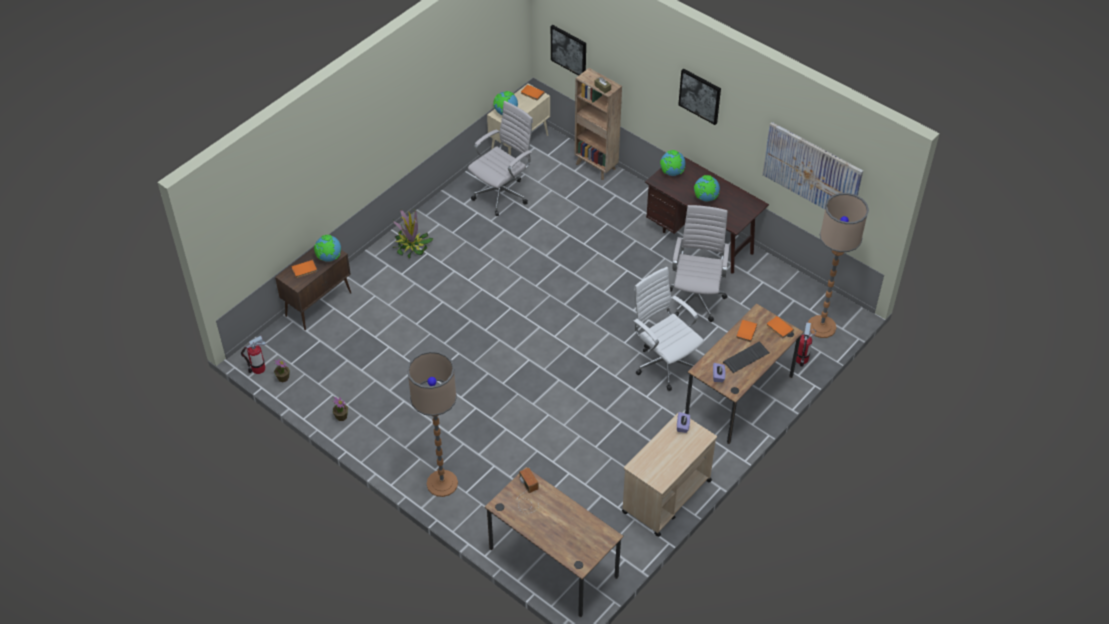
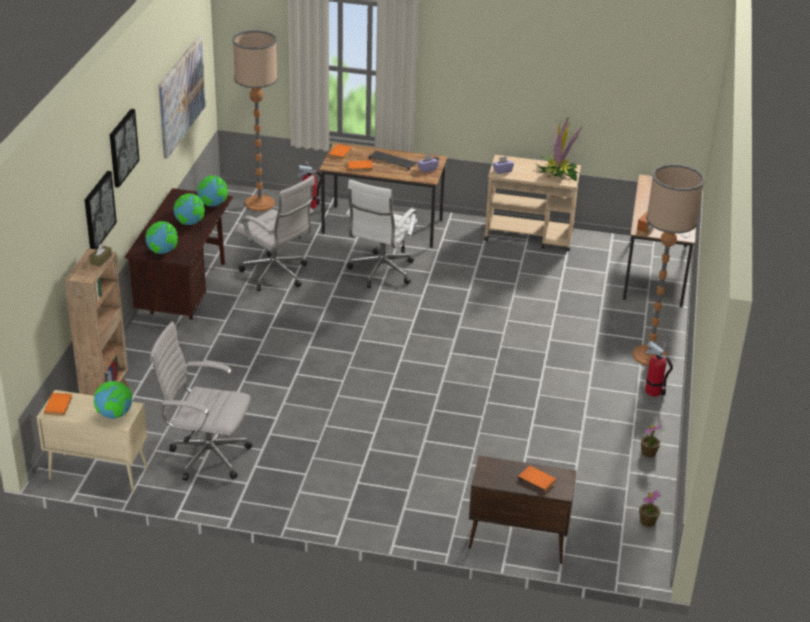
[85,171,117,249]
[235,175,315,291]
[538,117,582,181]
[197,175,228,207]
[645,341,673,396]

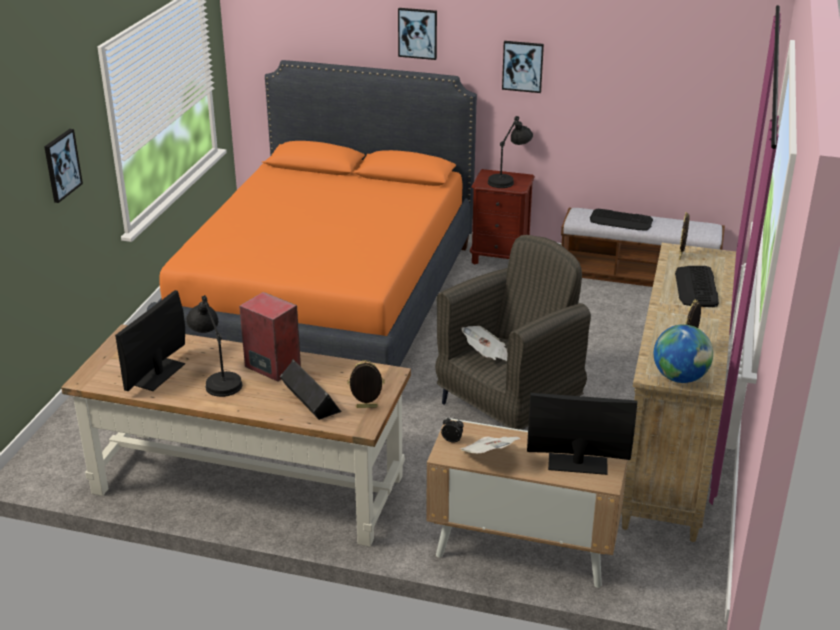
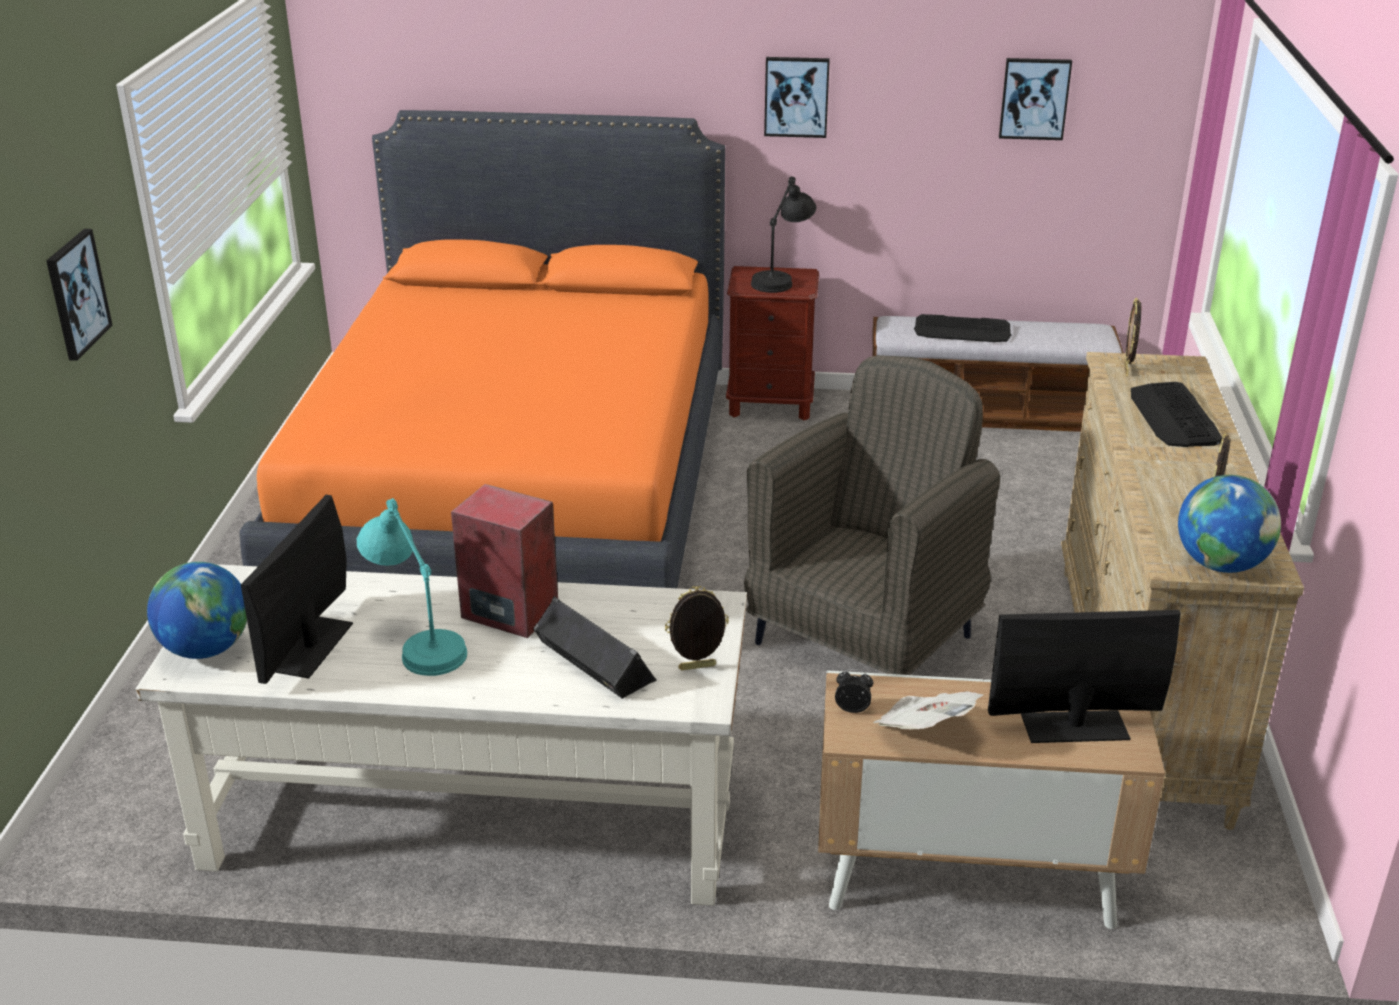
[999,58,1072,140]
[357,498,467,676]
[136,564,747,906]
[461,326,508,361] (first image)
[147,562,247,659]

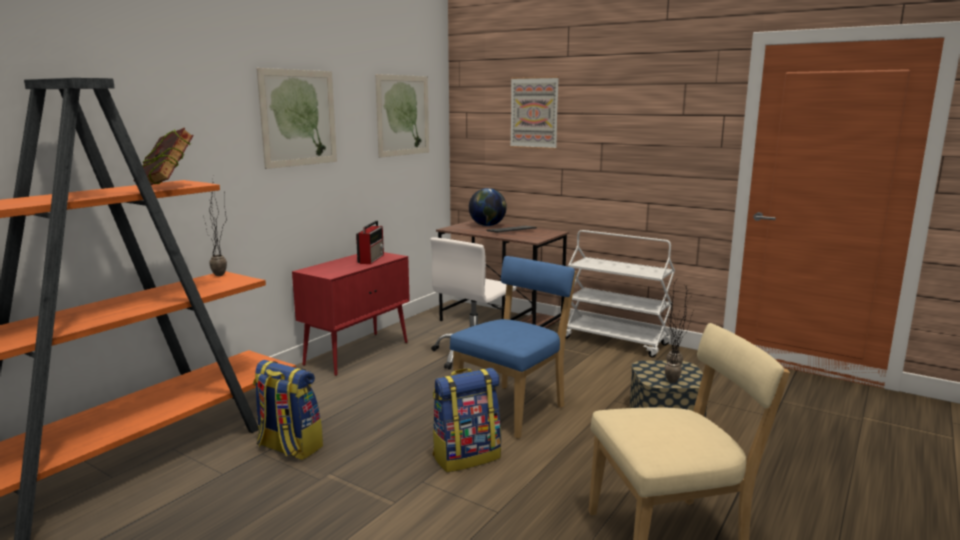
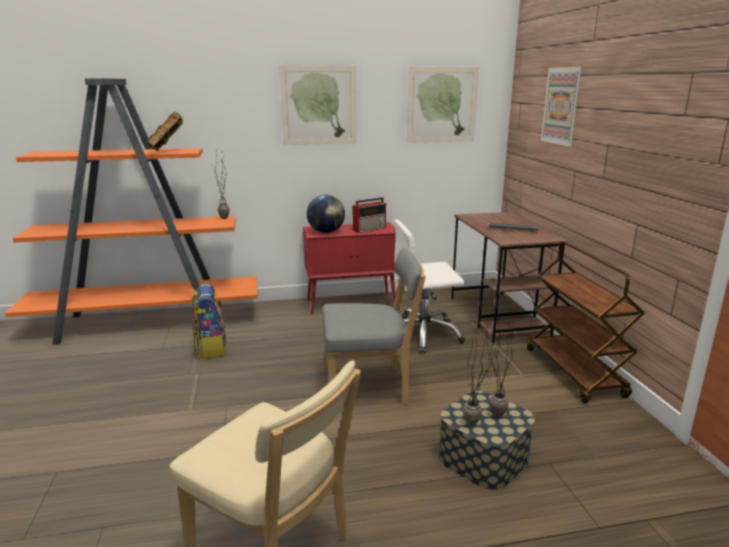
[307,195,345,233]
[527,241,645,403]
[322,248,426,405]
[433,368,501,472] (first image)

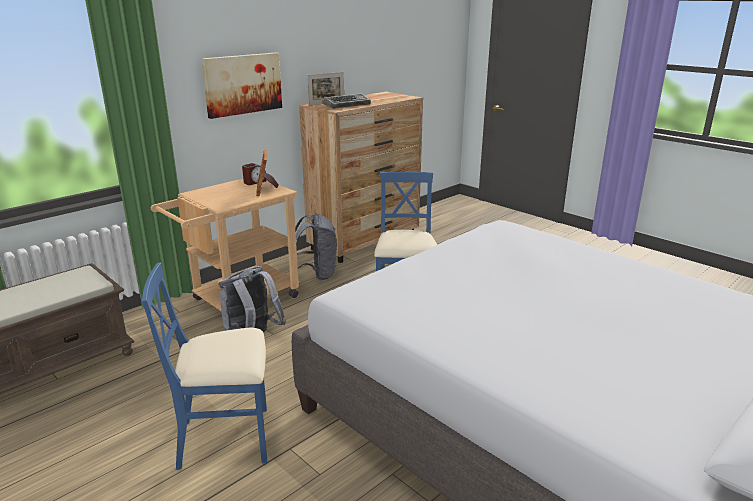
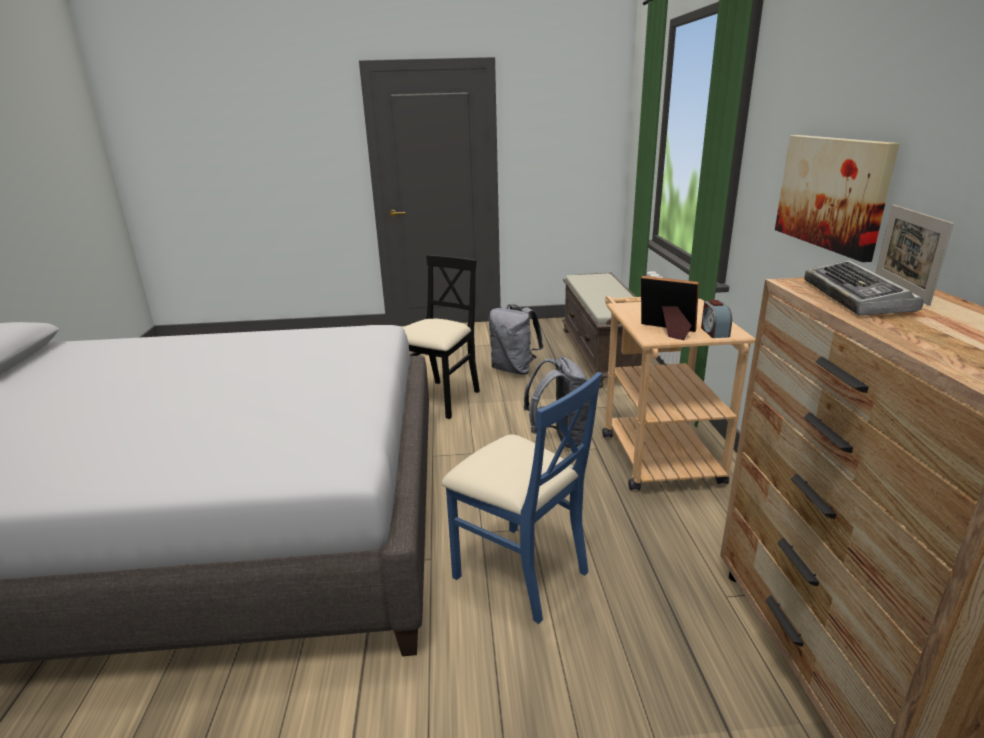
[489,304,543,375]
[402,255,480,419]

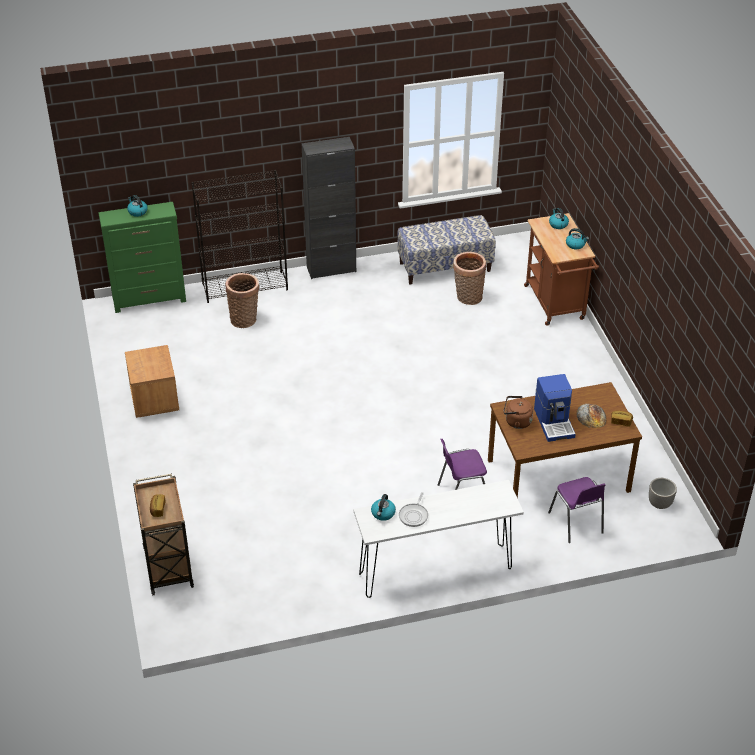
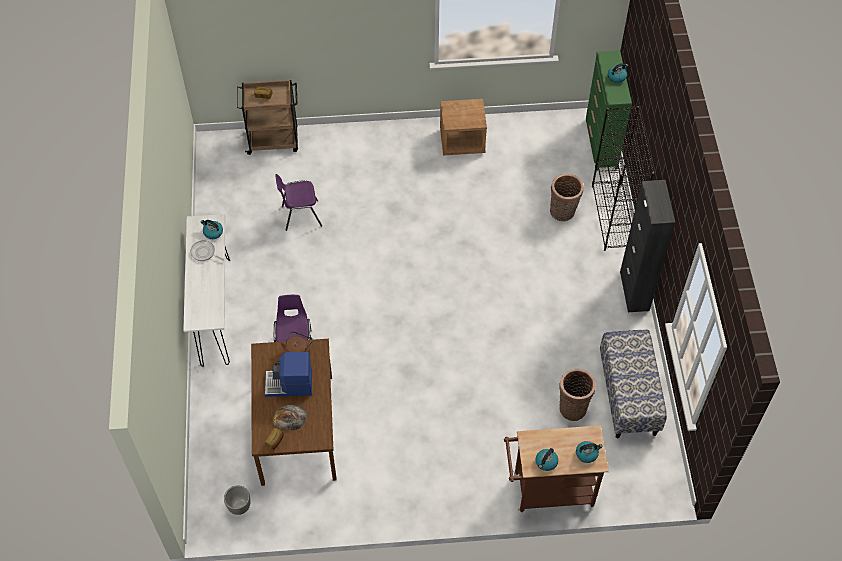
[275,174,322,231]

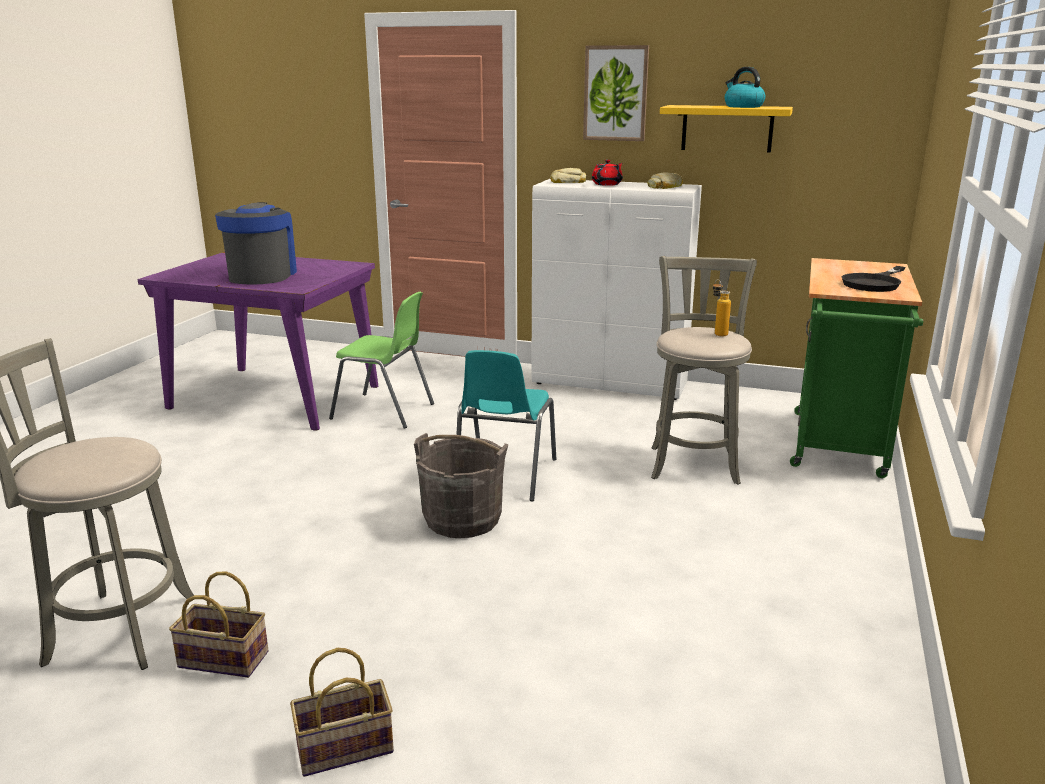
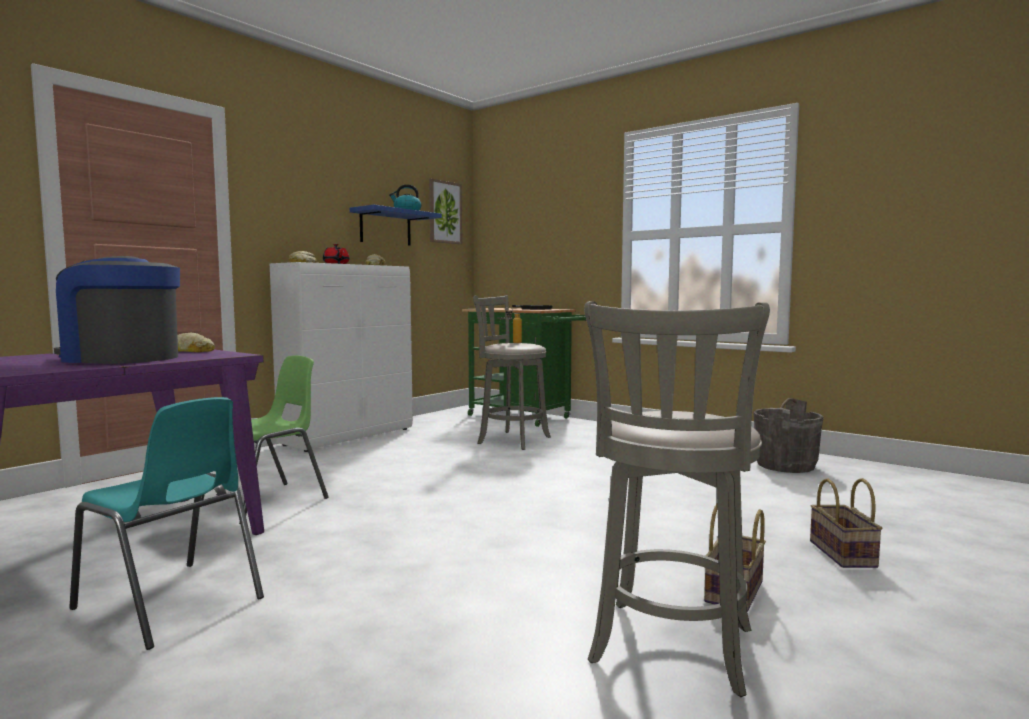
[429,179,462,244]
[350,205,442,246]
[69,397,264,650]
[753,398,824,473]
[177,333,215,352]

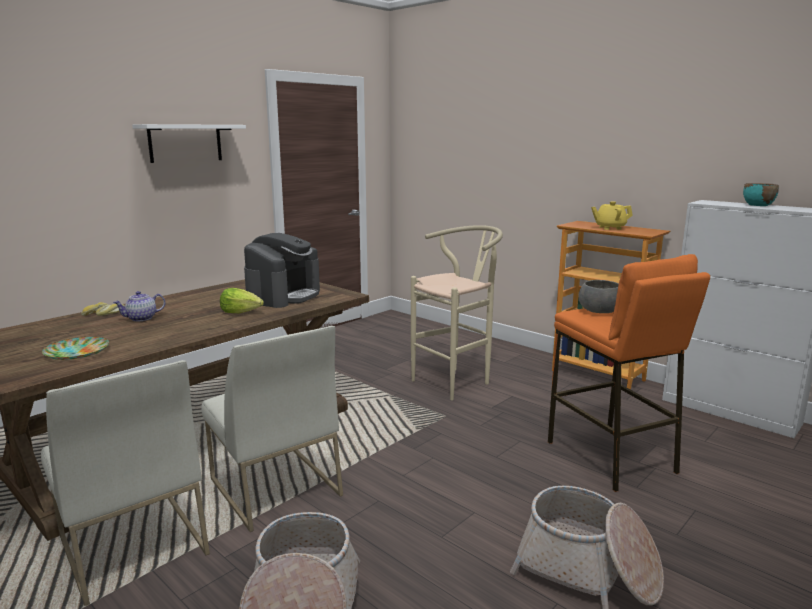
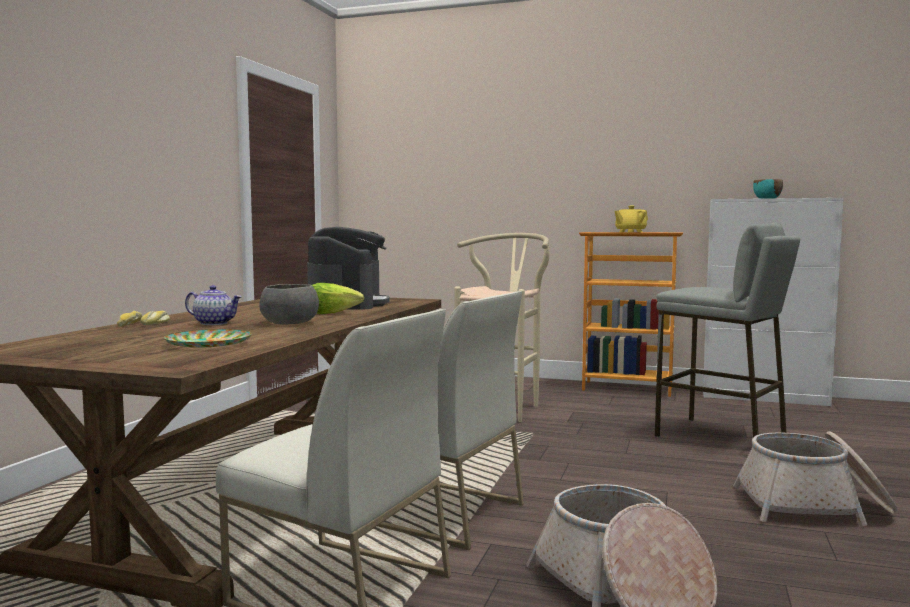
[132,124,246,163] (first image)
[655,222,800,437]
[259,284,319,325]
[185,285,242,325]

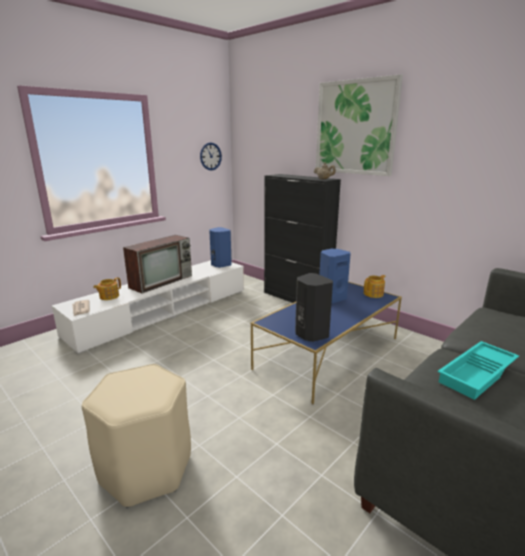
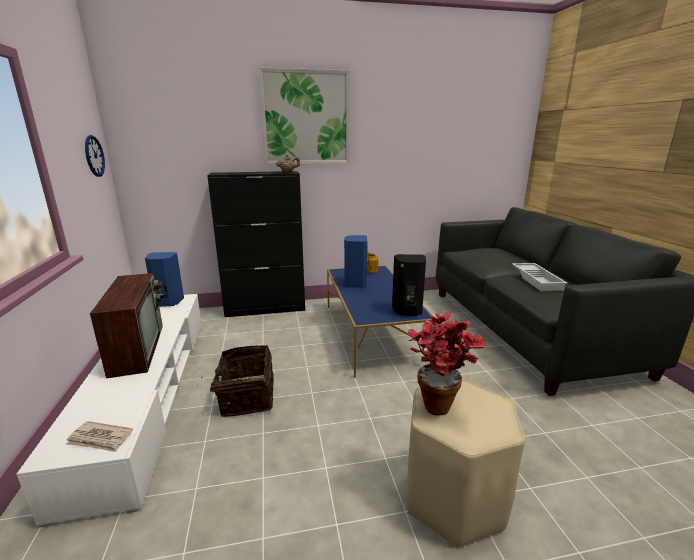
[93,277,121,300] (first image)
[512,263,568,291]
[408,312,485,415]
[197,345,274,417]

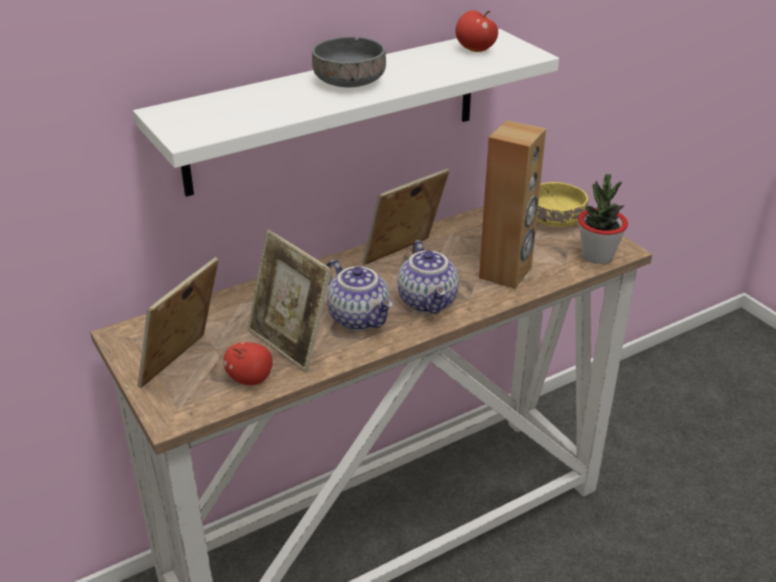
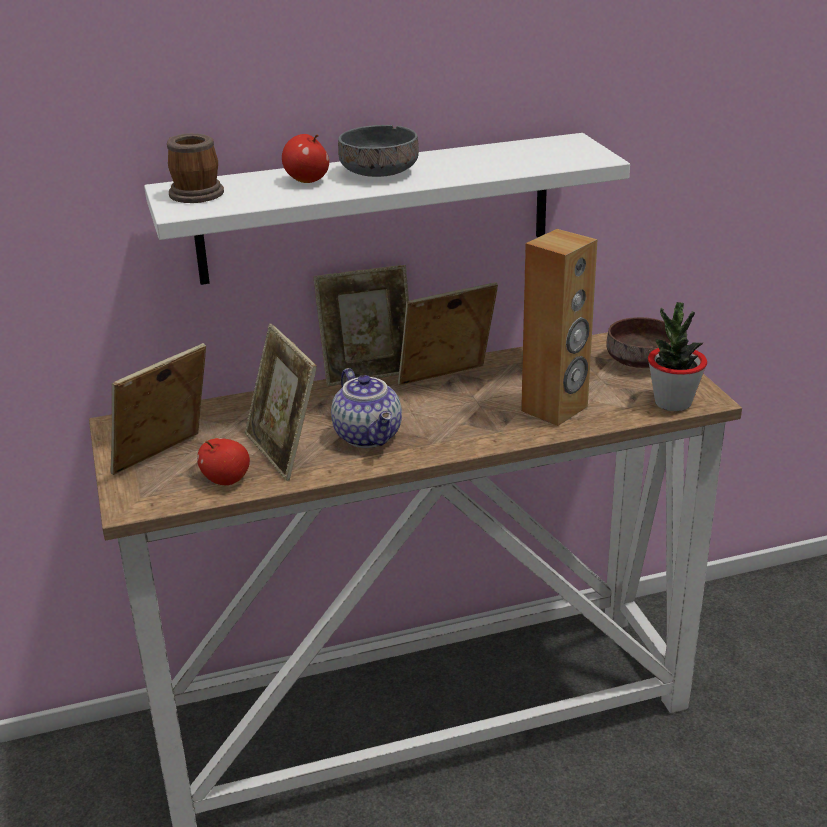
[282,134,329,183]
[606,317,671,368]
[397,240,459,314] (first image)
[167,133,224,203]
[313,265,409,387]

